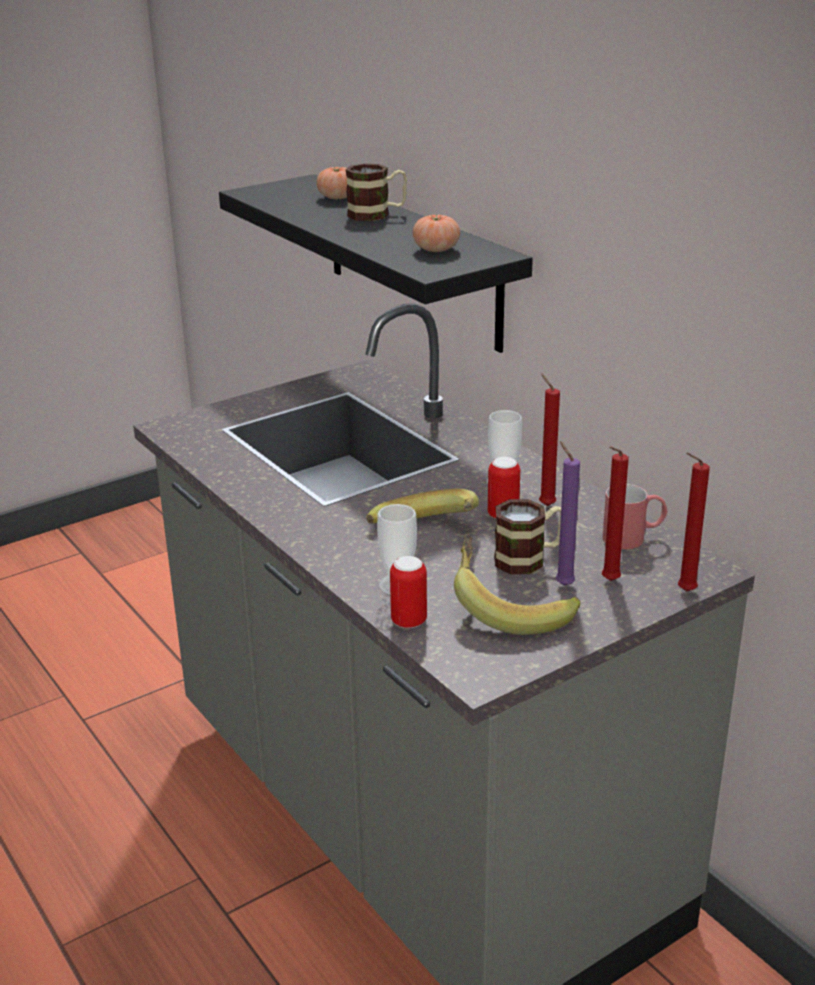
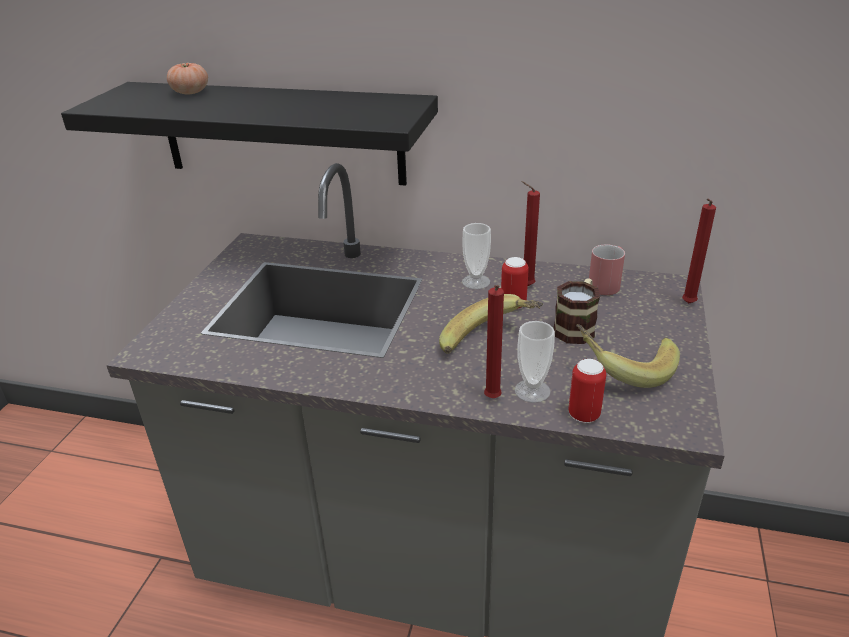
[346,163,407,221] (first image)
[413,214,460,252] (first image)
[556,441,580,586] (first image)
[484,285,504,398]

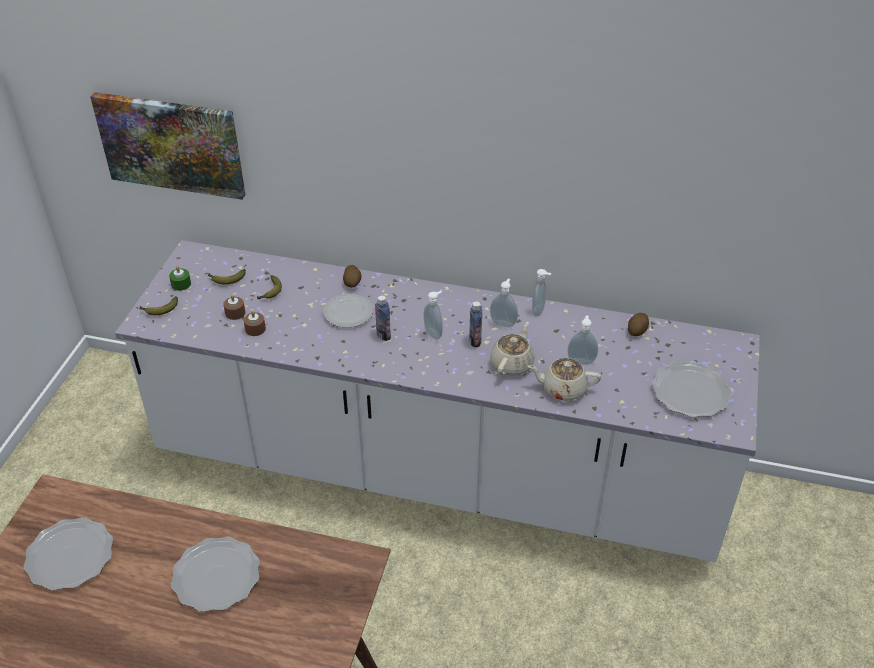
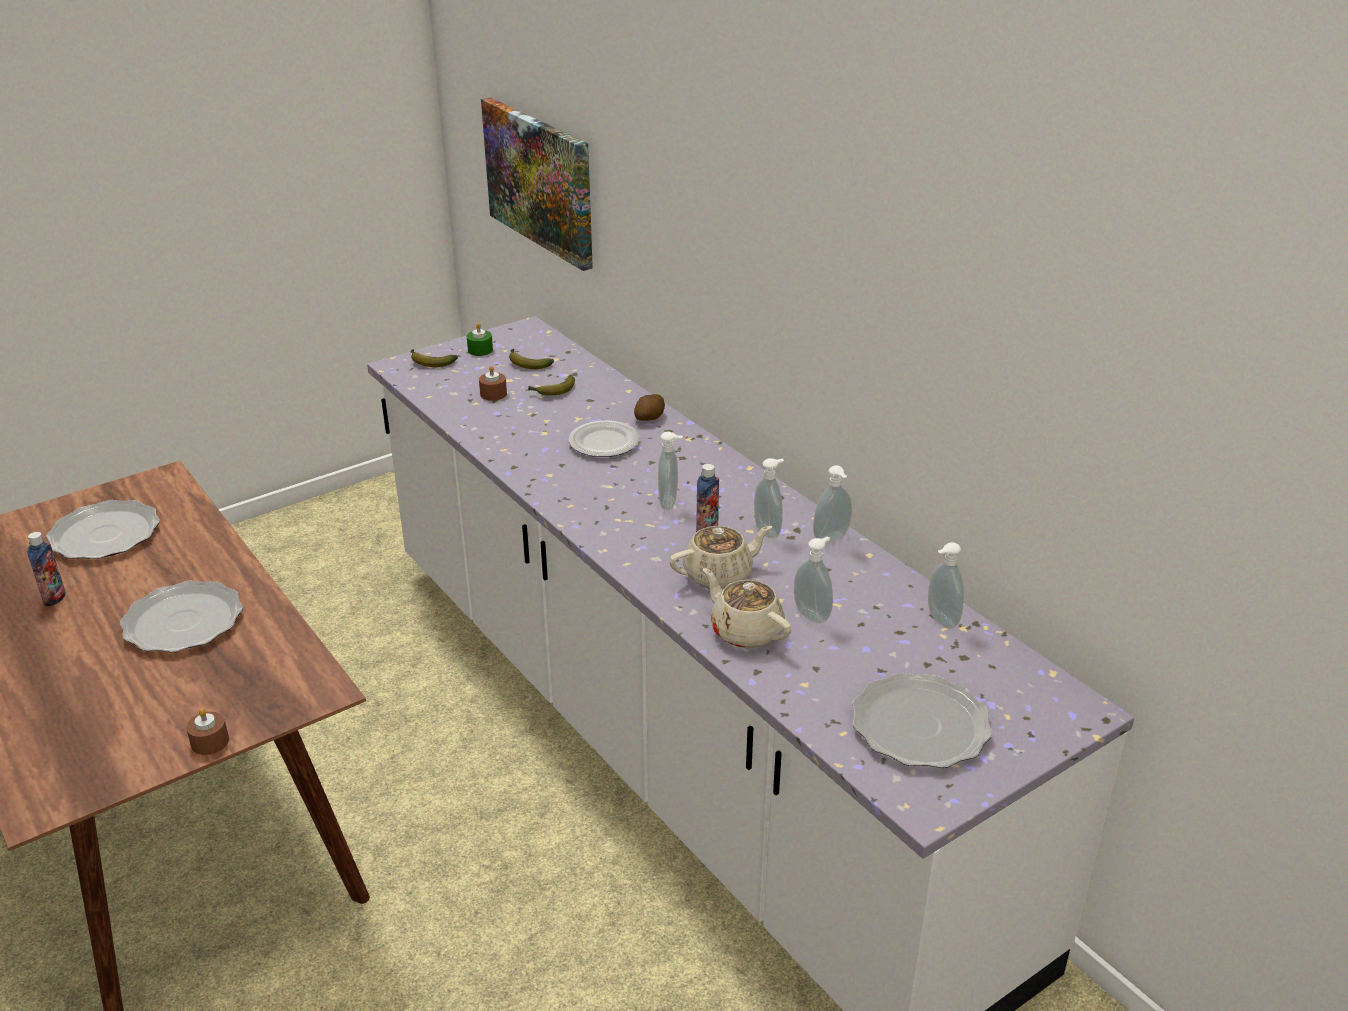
[27,532,66,606]
[186,709,229,755]
[928,542,964,629]

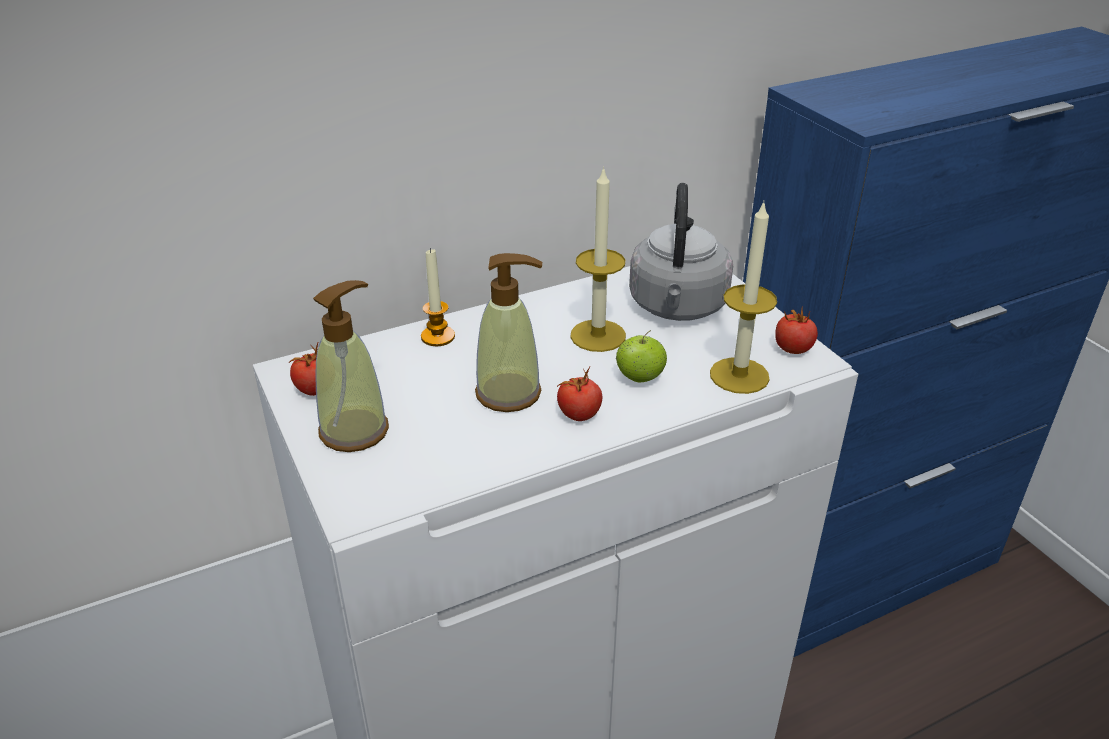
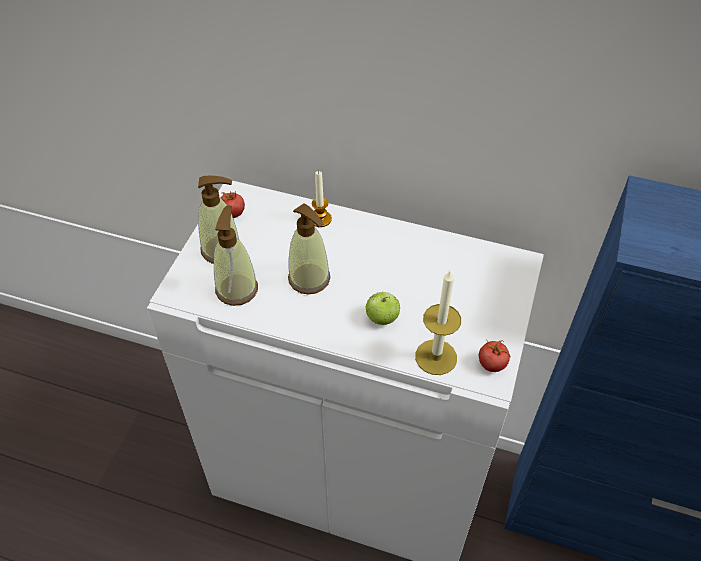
[570,166,626,352] (first image)
[629,183,733,321] (first image)
[557,366,602,421] (first image)
[214,205,258,306]

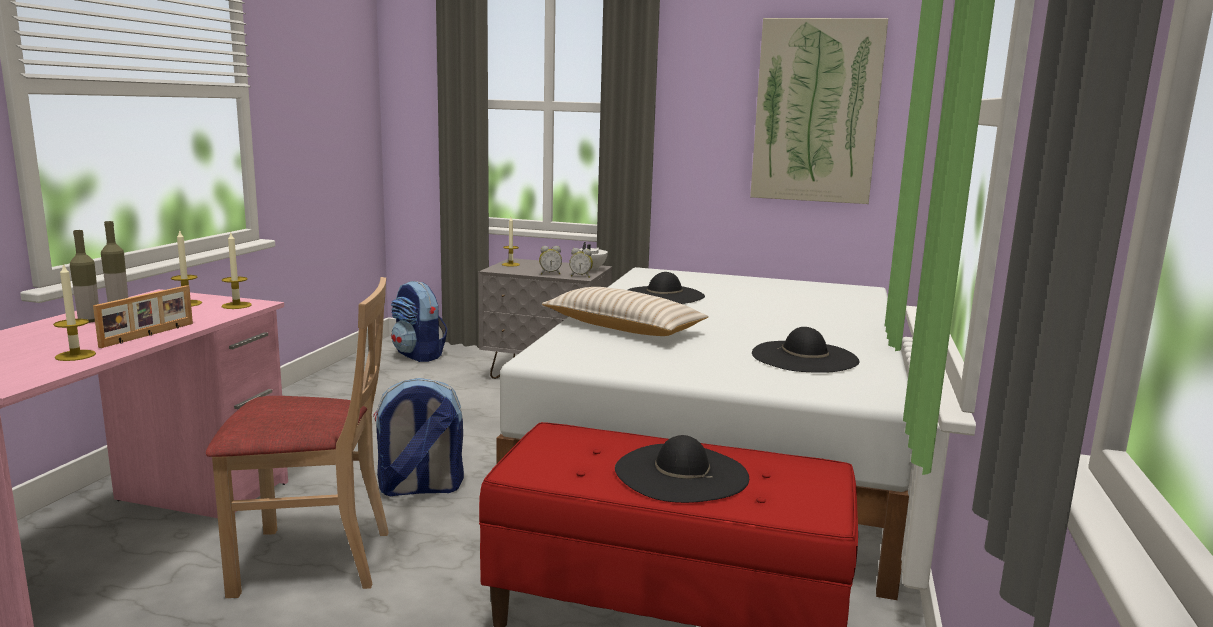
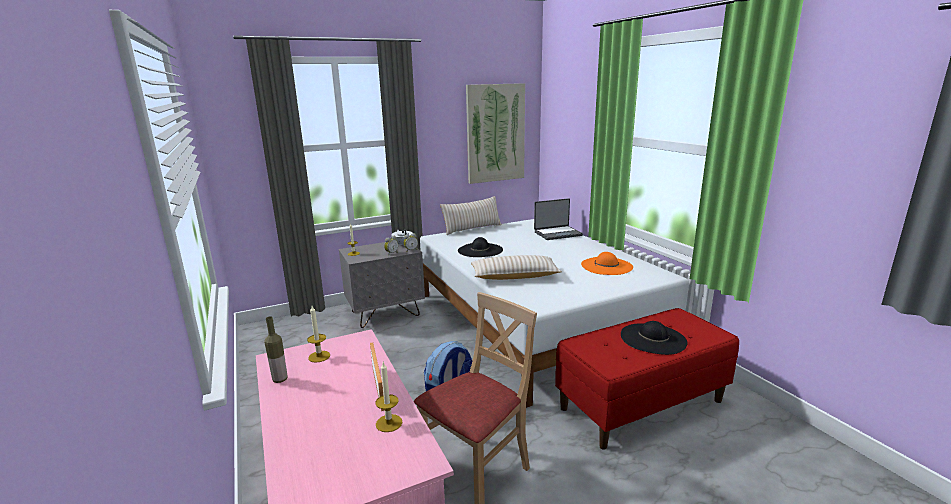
[70,230,99,323] (first image)
[222,233,252,309] (first image)
[391,281,447,362] (first image)
[581,252,633,275]
[440,196,501,235]
[534,198,583,240]

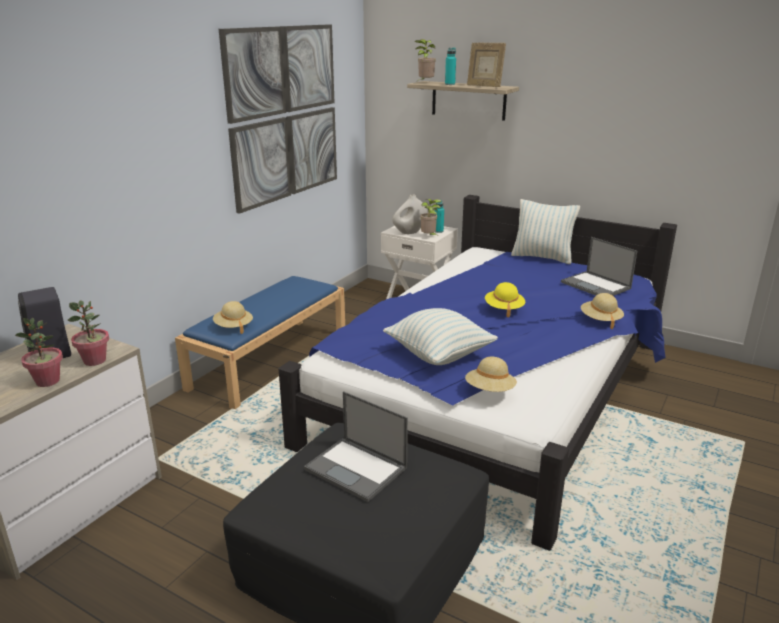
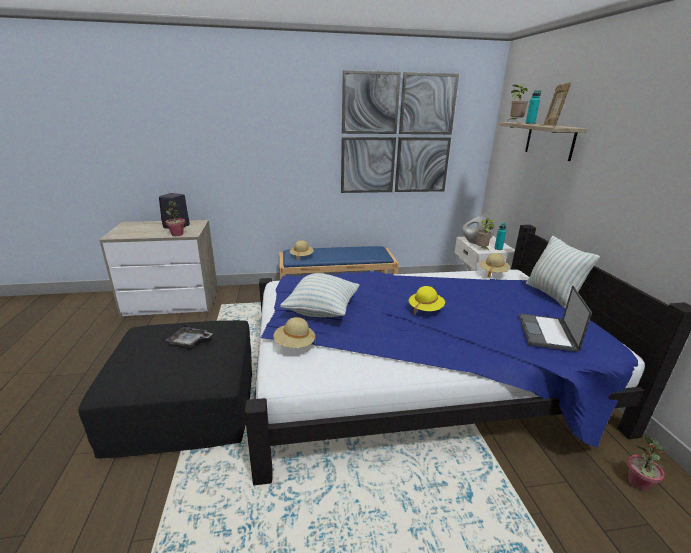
[480,253,510,277]
[627,436,666,491]
[165,324,213,348]

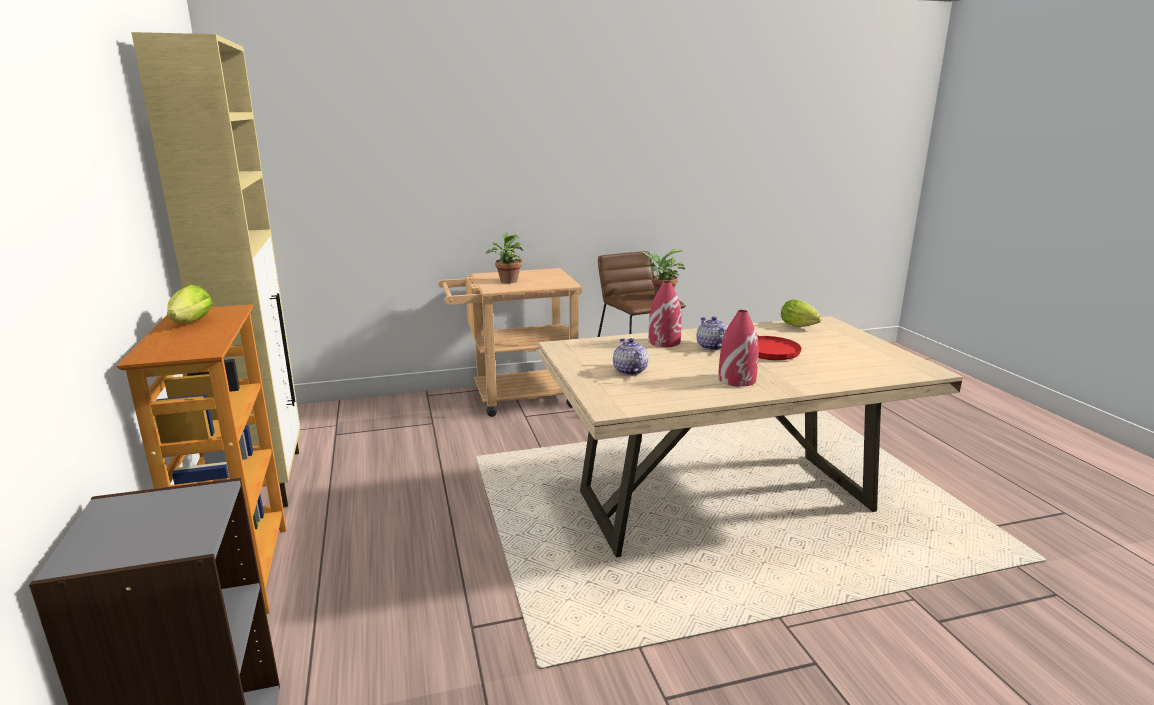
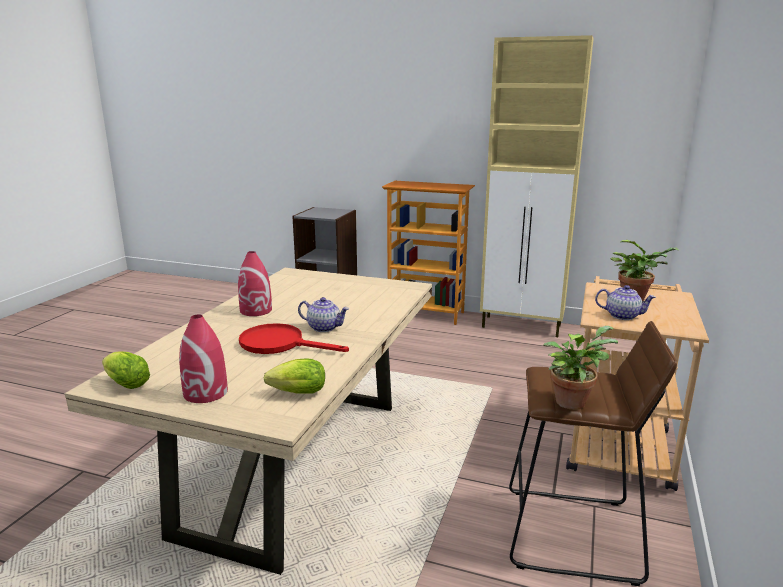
[179,314,228,403]
[102,351,150,389]
[595,285,656,320]

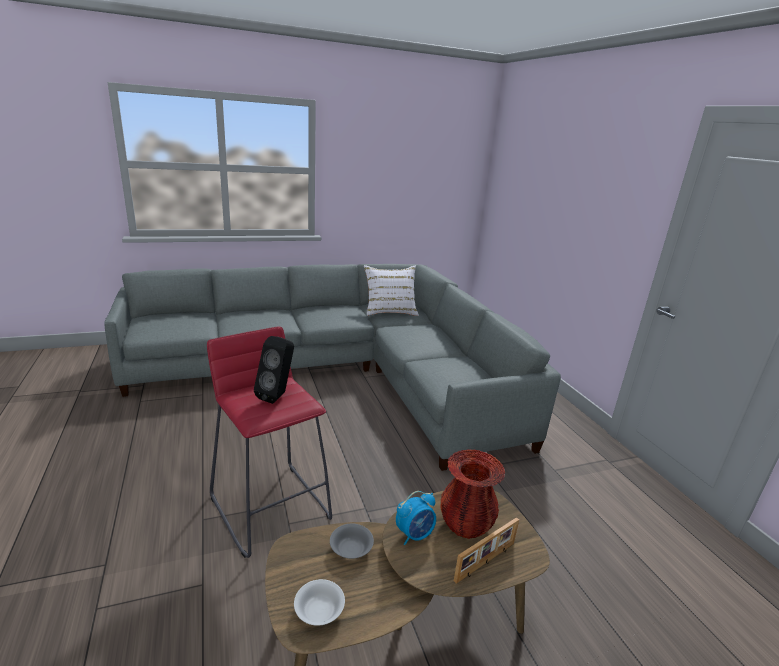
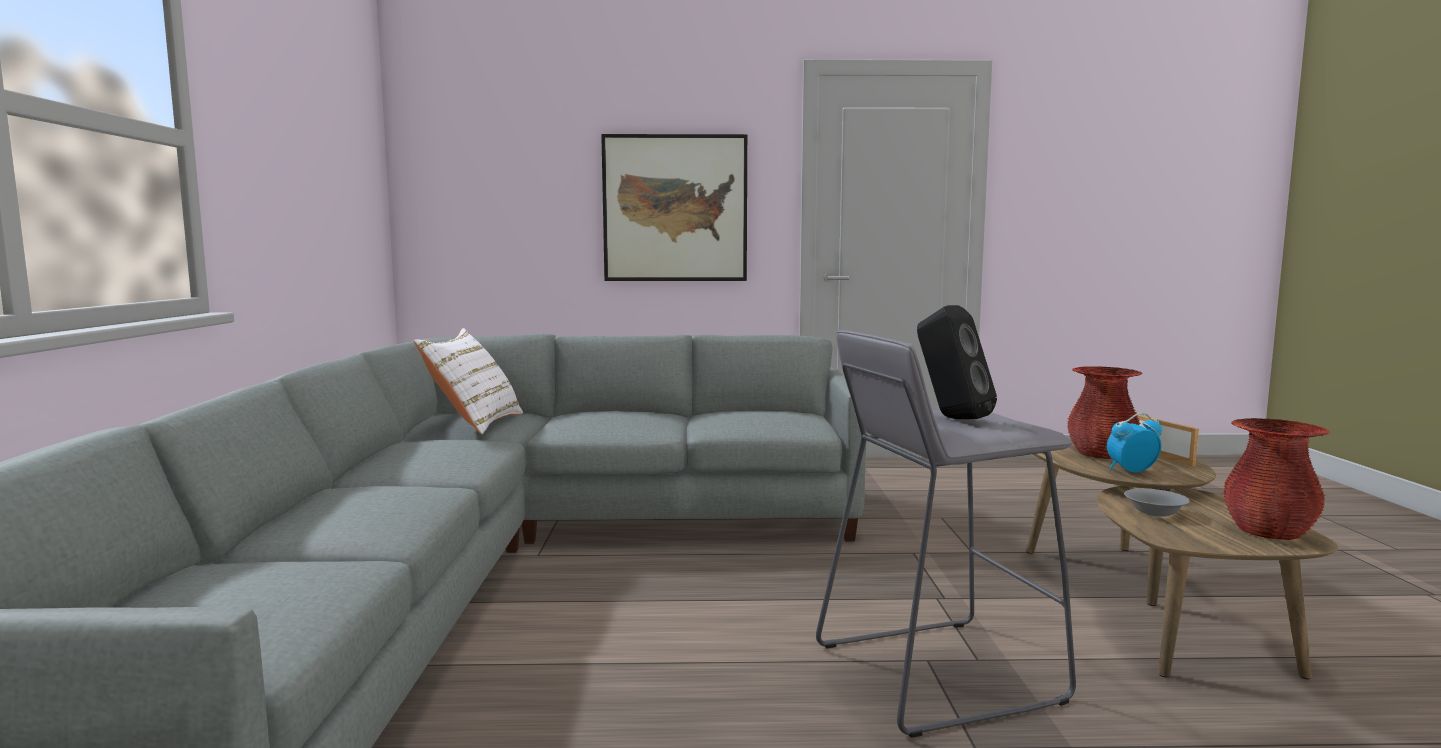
[816,330,1076,738]
[1107,413,1162,472]
[1223,418,1330,540]
[601,134,747,281]

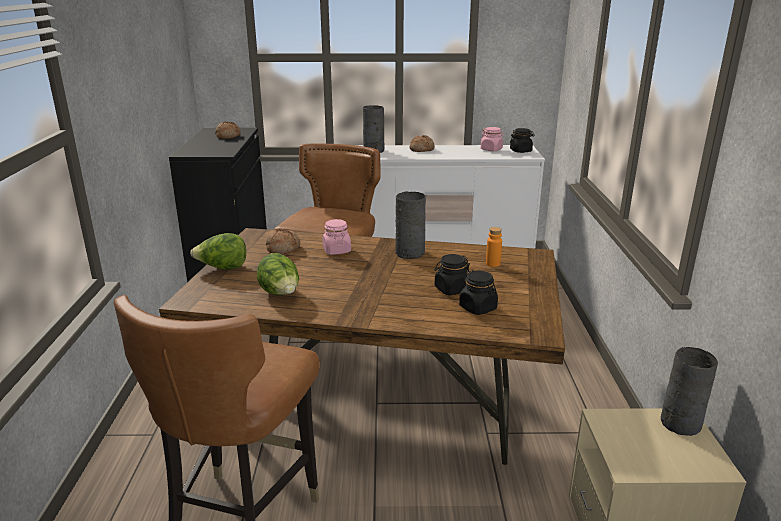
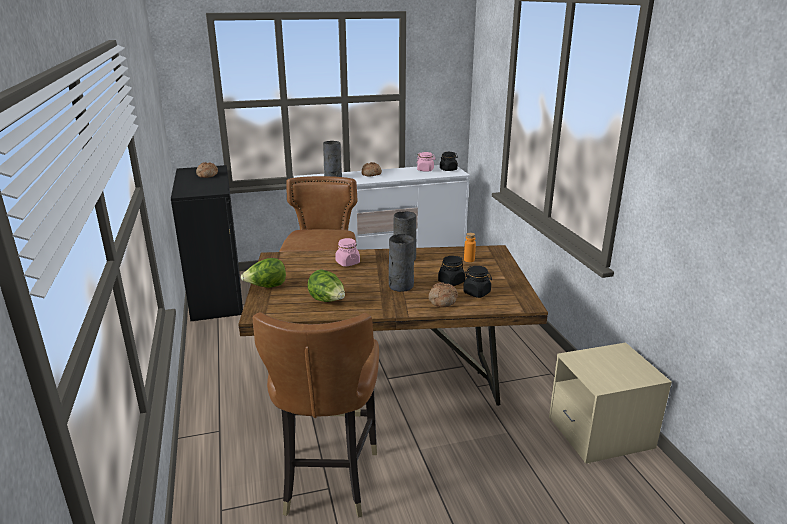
[428,282,458,307]
[389,234,414,292]

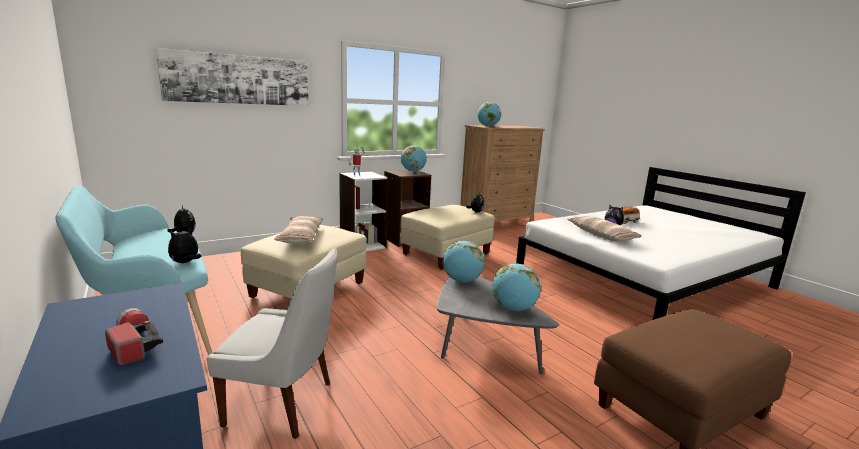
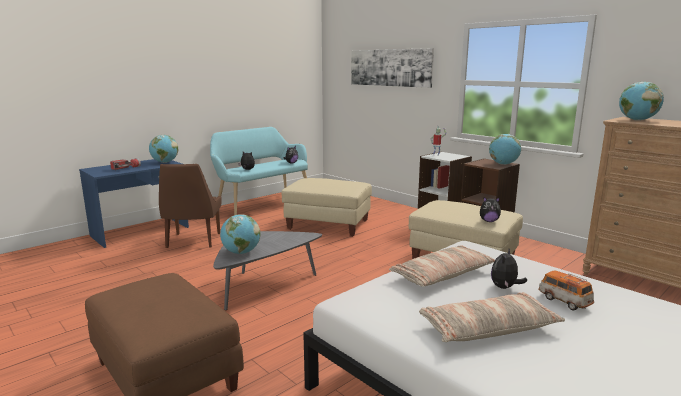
[419,292,565,342]
[149,135,178,163]
[159,164,222,248]

